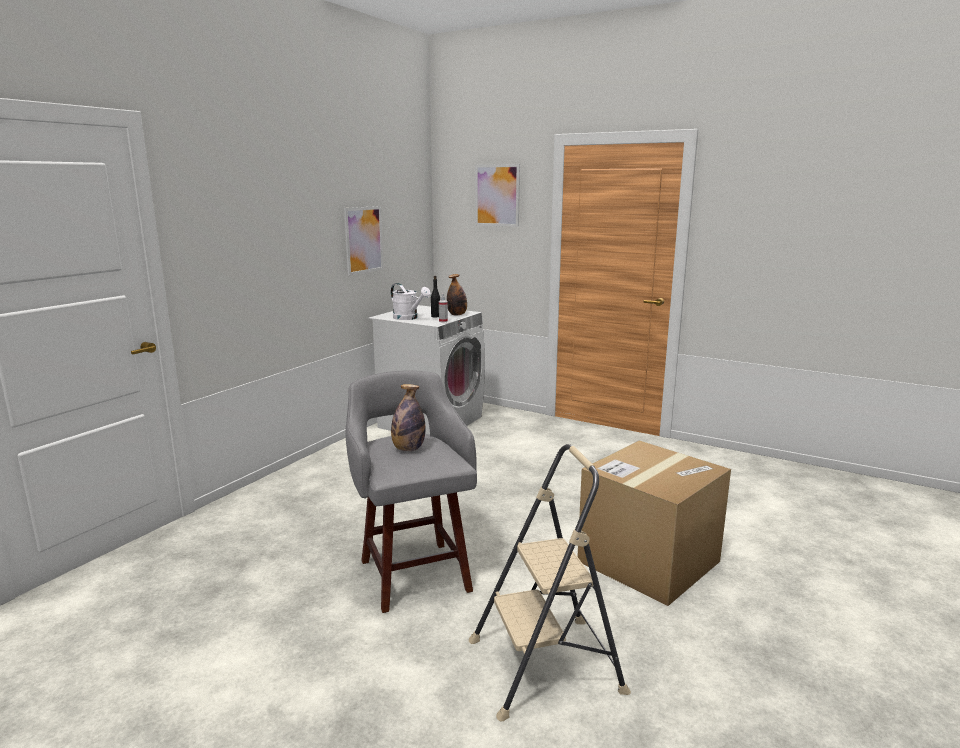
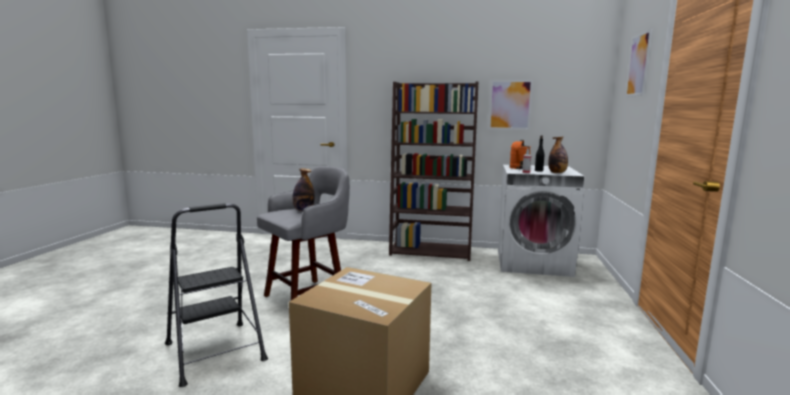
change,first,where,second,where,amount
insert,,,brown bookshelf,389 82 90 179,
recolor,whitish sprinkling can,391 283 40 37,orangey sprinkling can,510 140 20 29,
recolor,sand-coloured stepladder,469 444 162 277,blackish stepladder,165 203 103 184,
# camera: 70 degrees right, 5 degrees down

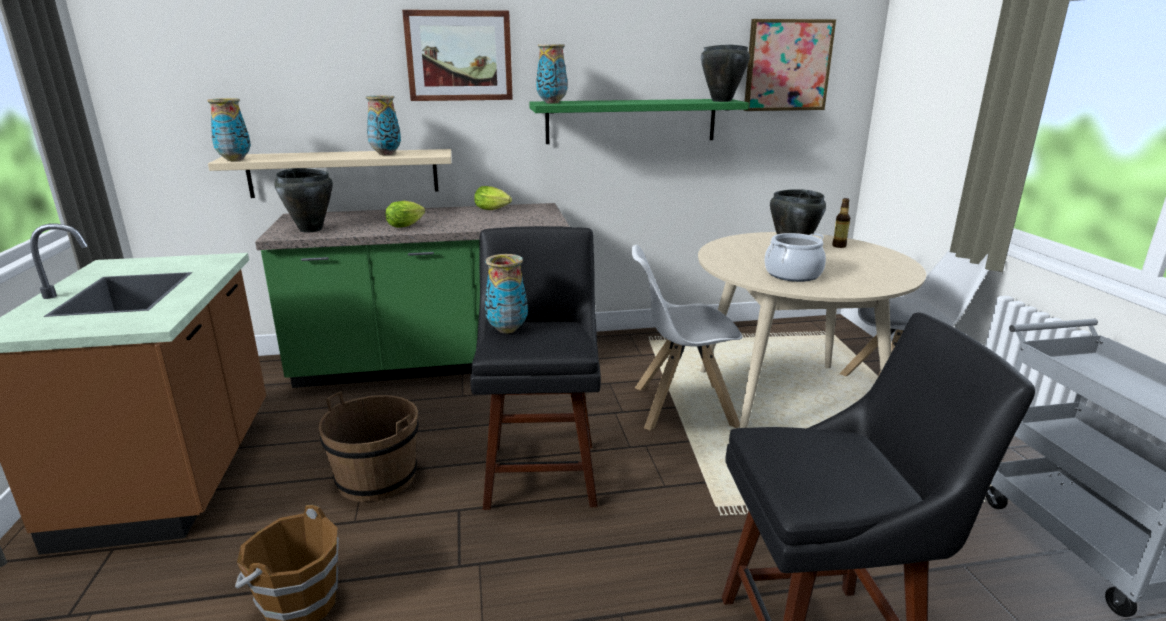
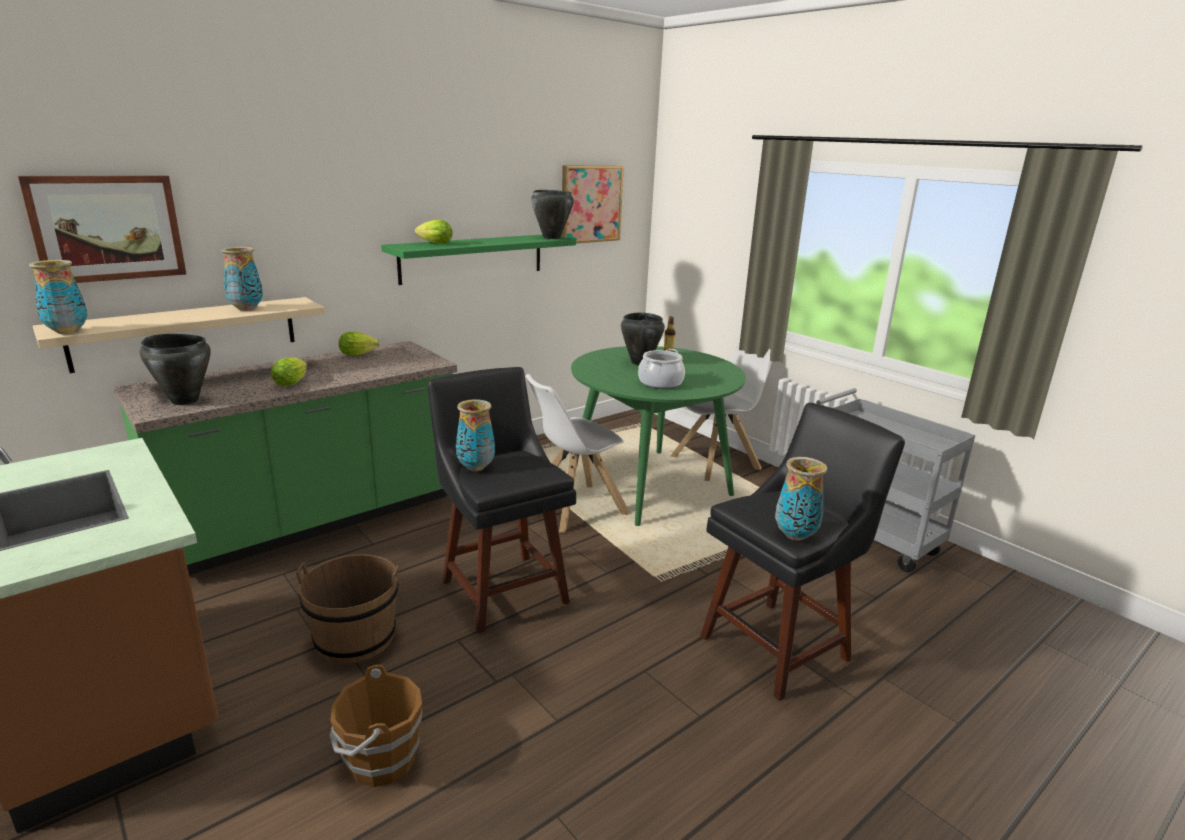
change,first,where,second,where,amount
insert,,,head of lettuce,415 220 37 24,
move,wall art,402 10 111 91,,18 176 168 107,
move,vase,536 44 31 59,,775 457 52 84,
recolor,sand-coloured dining table,698 232 228 196,green dining table,571 346 175 180,
# camera: 30 degrees left, 0 degrees up

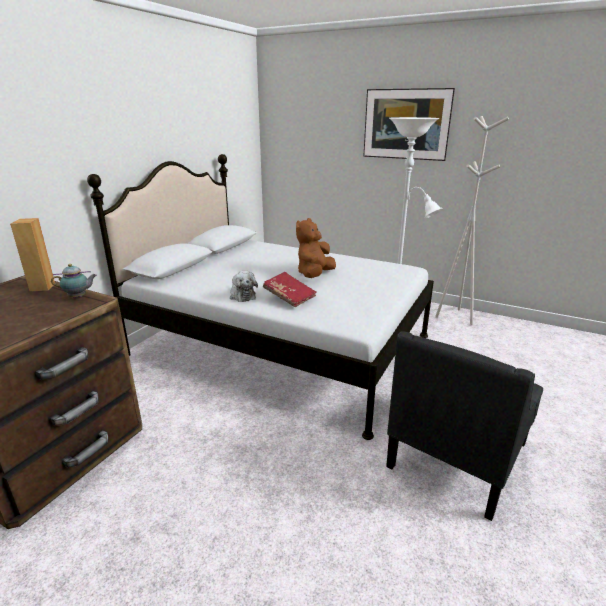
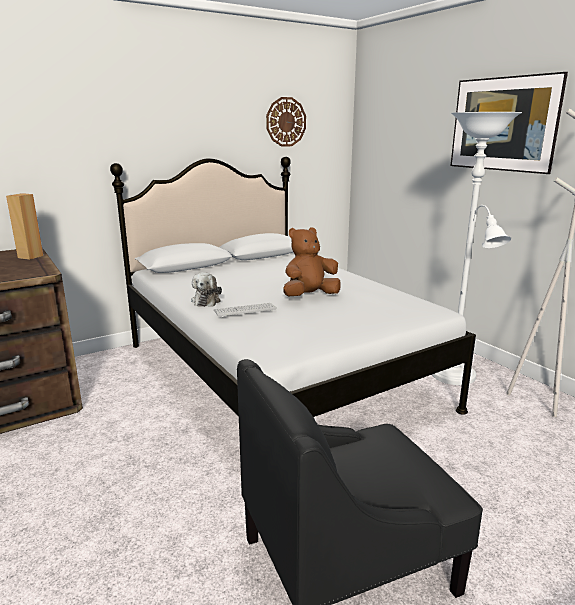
change,first,where,second,where,amount
delete,pot for tea,51 264 46 34,,,
insert,,,wall clock,266 97 40 50,
replace,red-coloured book,263 272 54 35,PC keyboard,214 303 63 14,
# camera: 30 degrees right, 5 degrees down

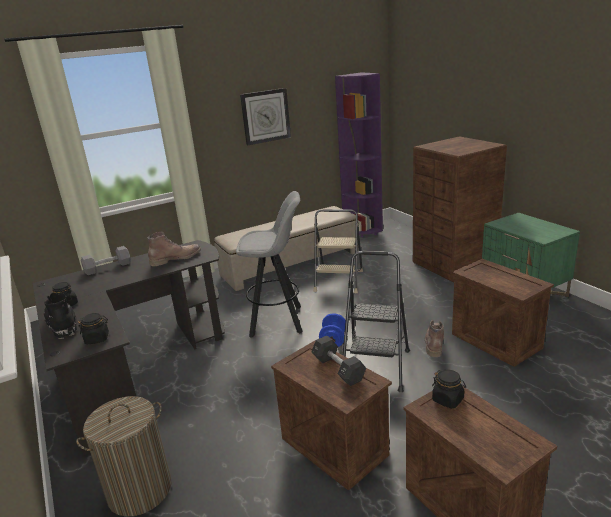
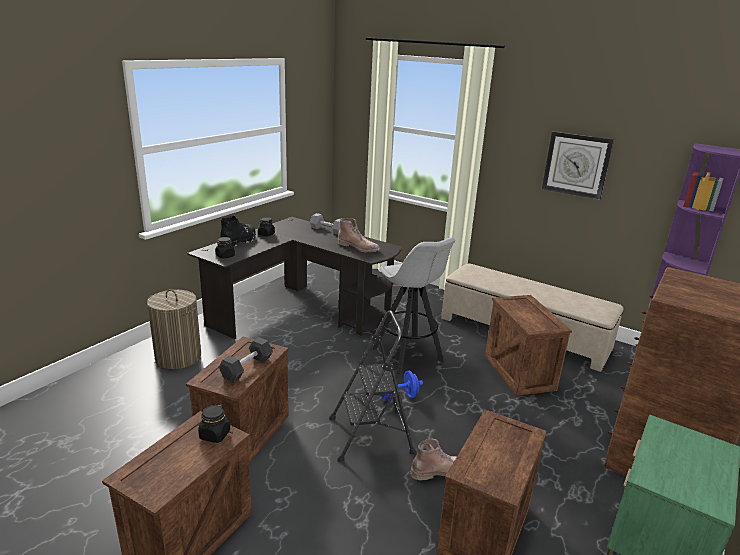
change,first,where,second,where,amount
replace,sand-coloured stepladder,313 210 50 83,shipping crate,485 295 87 101,
# camera: 60 degrees right, 0 degrees up

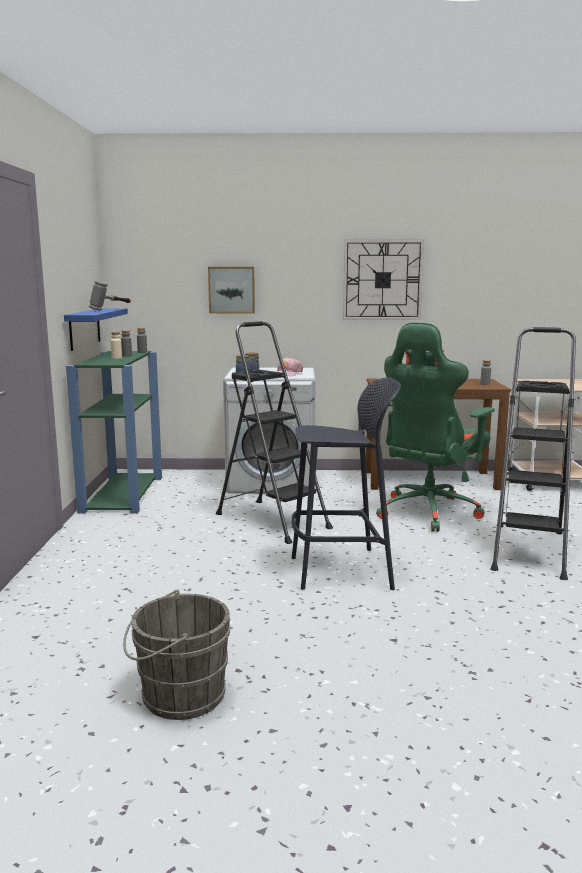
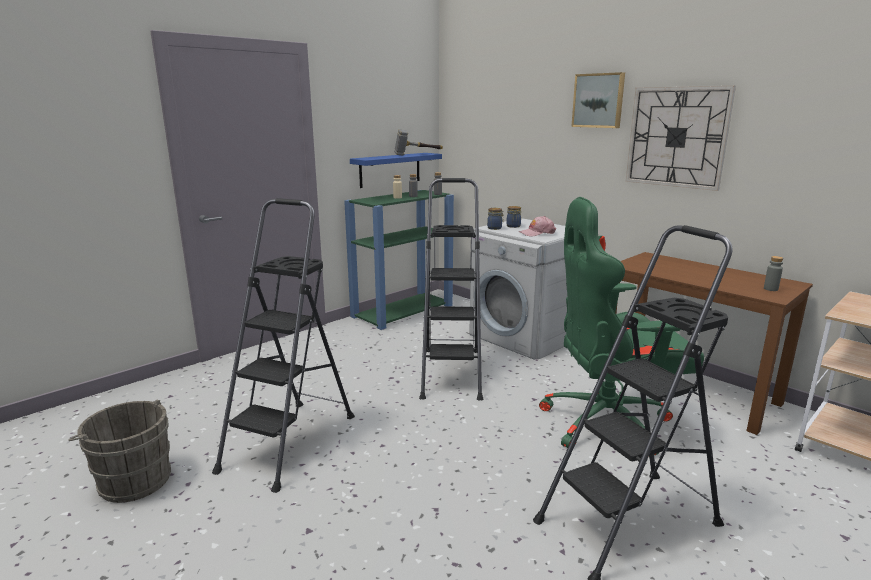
change,first,where,second,where,amount
delete,gray stool,292 377 109 213,,,
insert,,,stepladder,212 198 143 295,
move,wall art,208 267 47 46,,571 72 54 56,
# camera: 45 degrees right, 5 degrees up

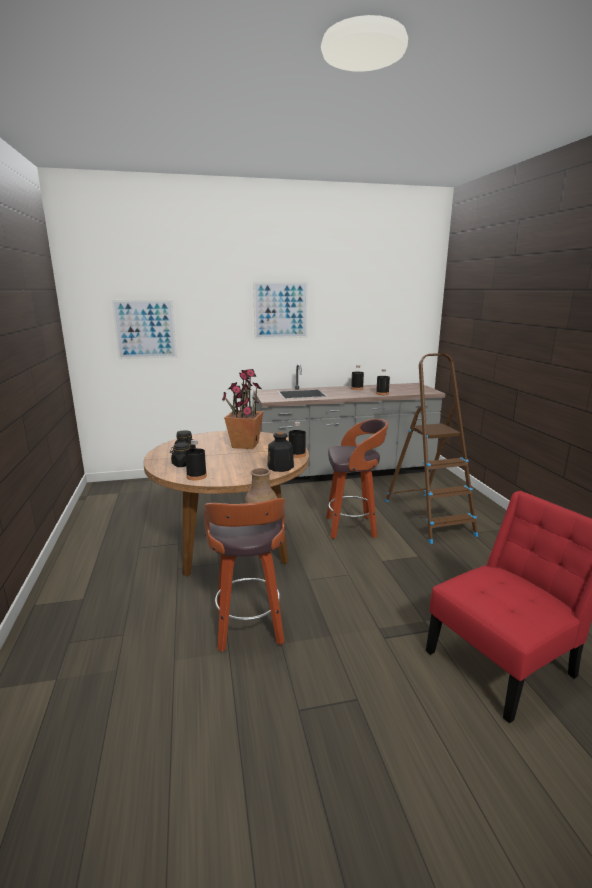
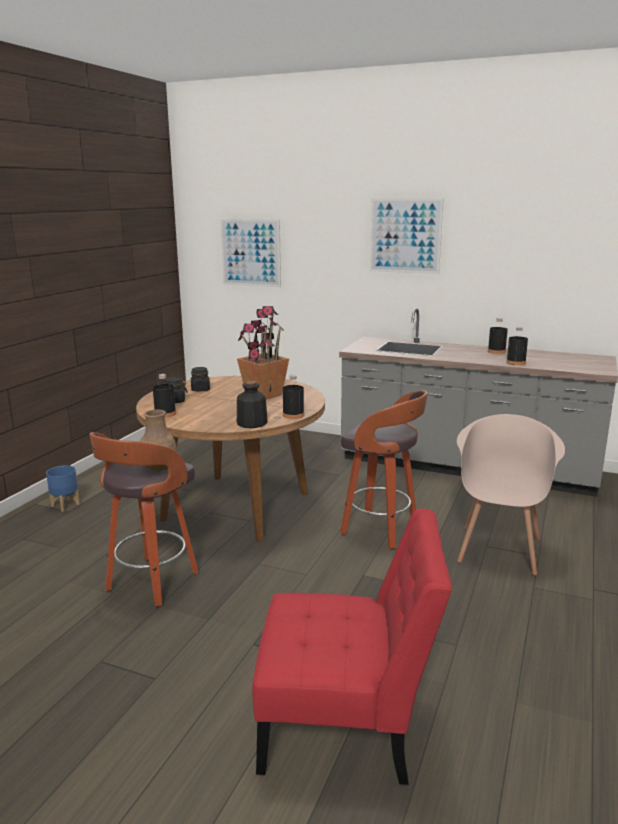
change,first,where,second,where,amount
insert,,,blue flower pot,46 465 34 47,
replace,brown stepladder,385 353 93 191,sand-coloured plain chair,457 414 108 161,
# camera: 35 degrees right, 0 degrees up

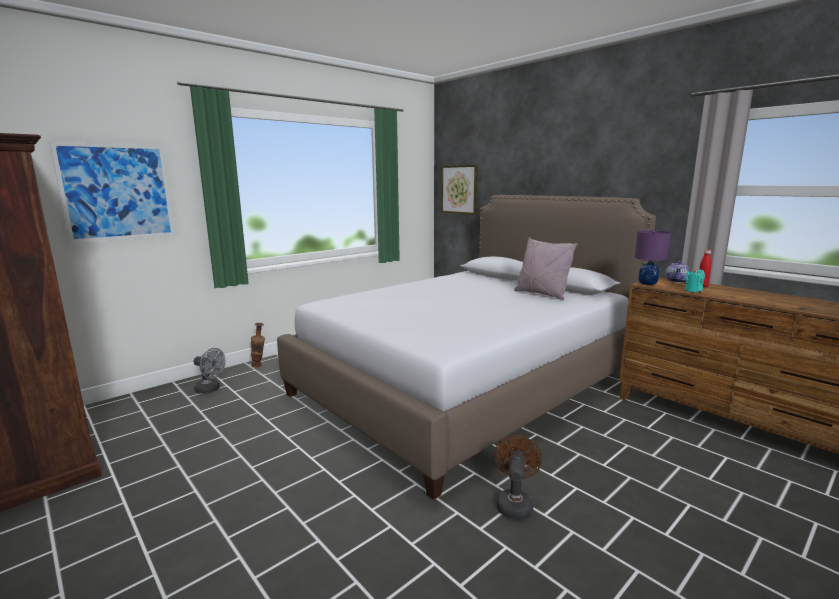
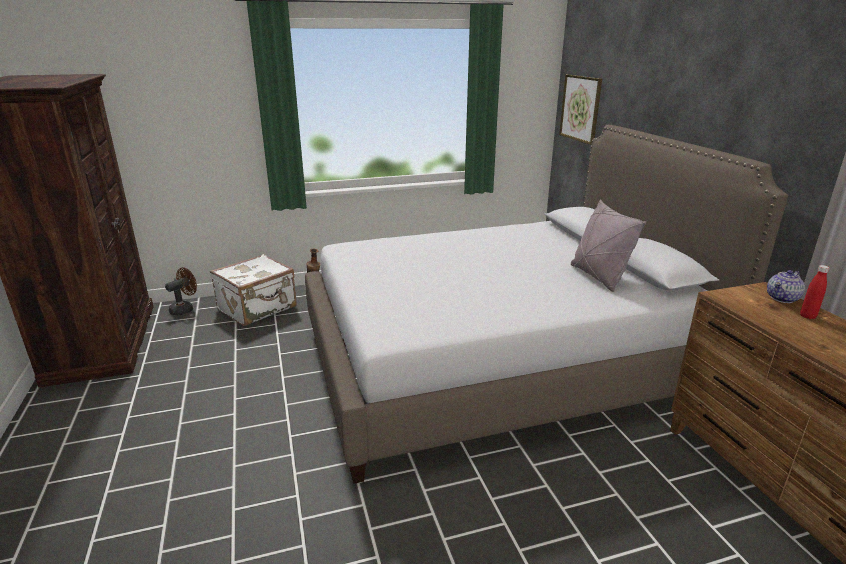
change,first,where,second,where,amount
delete,wall art,49 141 126 102,,,
delete,purplish tabletop lamp,635 230 36 55,,,
delete,turquoise-coloured wax candle,685 269 20 24,,,
move,brown electric fan,494 435 48 85,,165 267 32 49,
replace,gray electric fan,194 348 31 46,whitish suitcase,210 254 87 72,
# camera: 25 degrees right, 10 degrees up

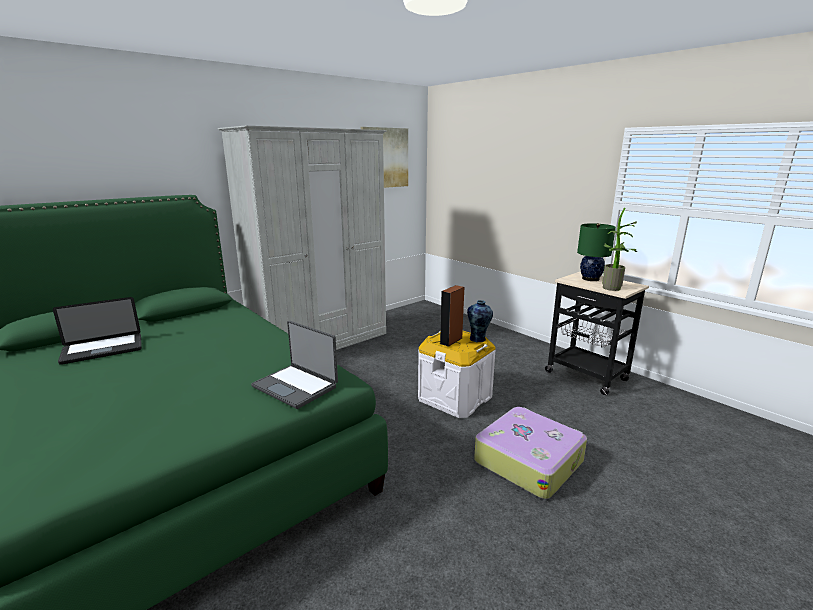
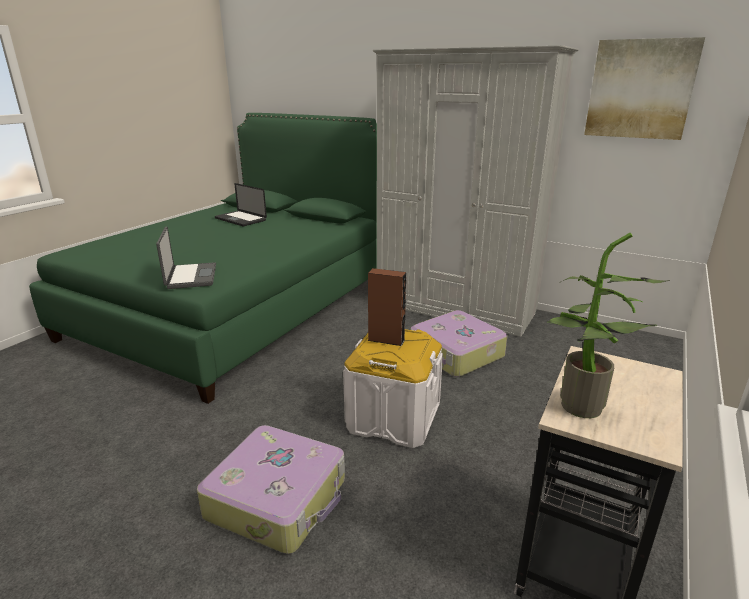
change,first,where,second,where,amount
delete,vase,467 300 26 42,,,
delete,green tabletop lamp,577 223 39 58,,,
insert,,,suitcase,410 310 98 67,
rotate,portable computer,251 321 87 88,,156 227 60 62,150 degrees clockwise
# camera: 70 degrees right, 5 degrees up

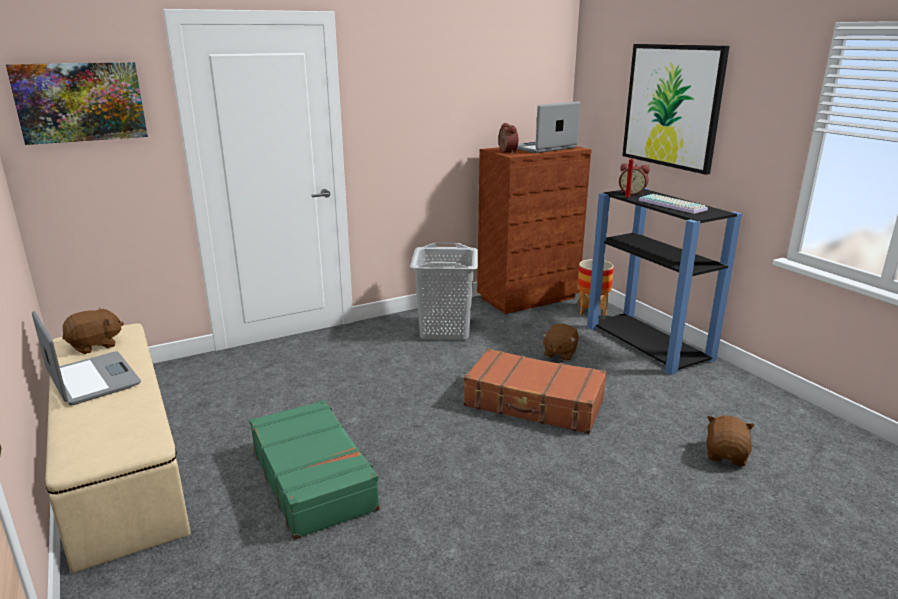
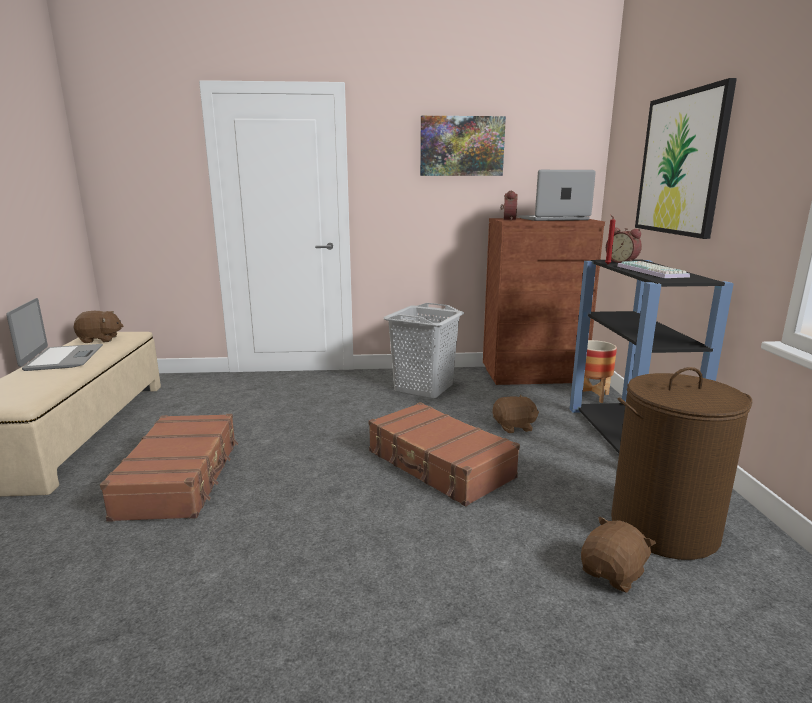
change,first,where,second,where,amount
insert,,,brown hamper,611 367 141 193,
move,wall art,6 62 142 83,,420 116 86 60,
recolor,green suitcase,249 400 131 140,brown suitcase,100 414 138 108,
rotate,brown plush toy,542 324 37 37,,492 395 47 38,150 degrees counterclockwise
# camera: 25 degrees right, 5 degrees down

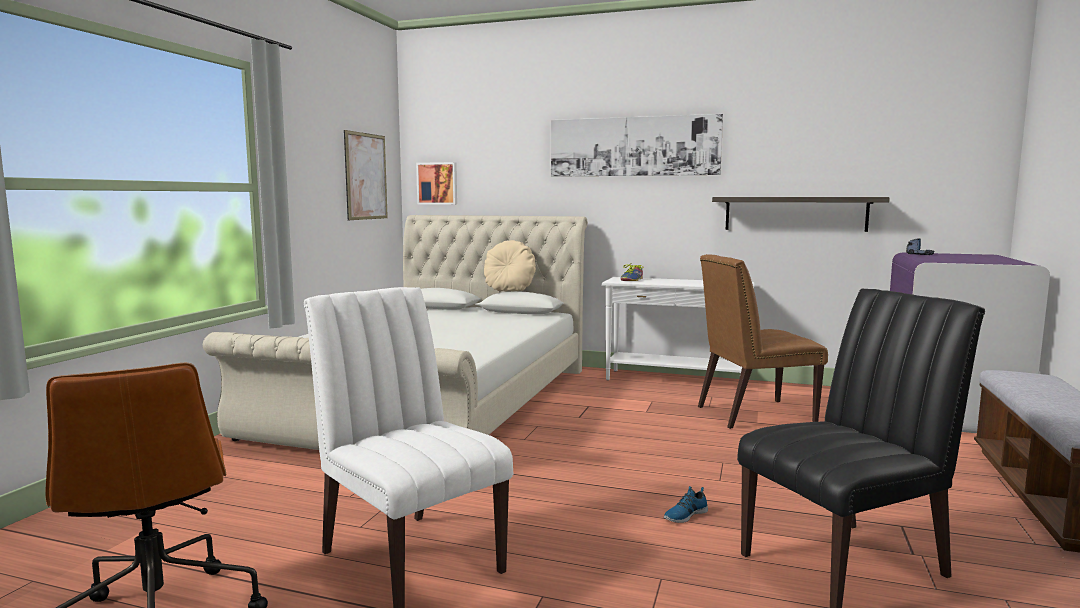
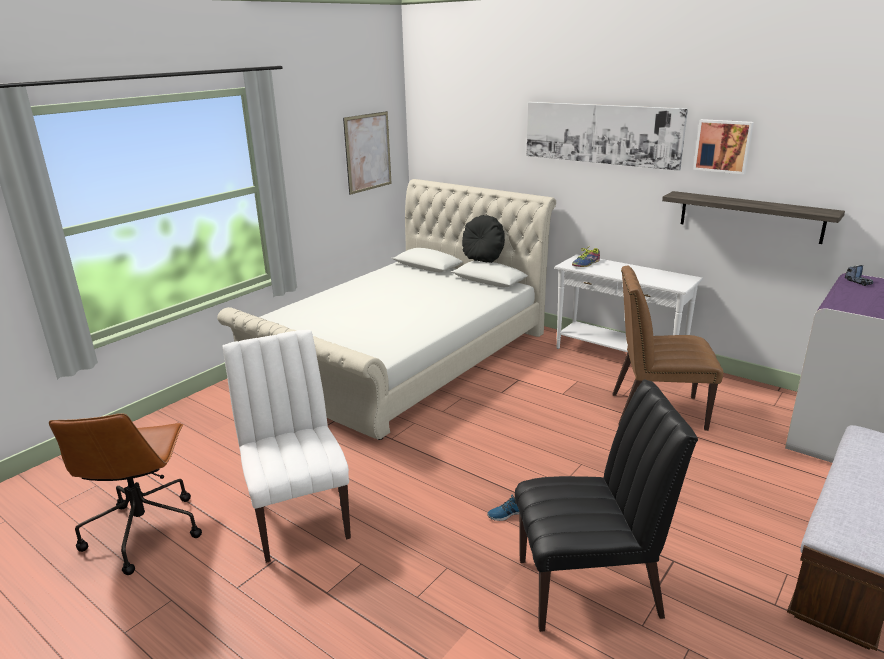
change,first,where,second,where,amount
move,wall art,416 162 41 43,,693 119 61 55,
recolor,sand-coloured throw pillow,484 240 52 51,blackish throw pillow,462 215 43 48,
# camera: 20 degrees right, 15 degrees up

